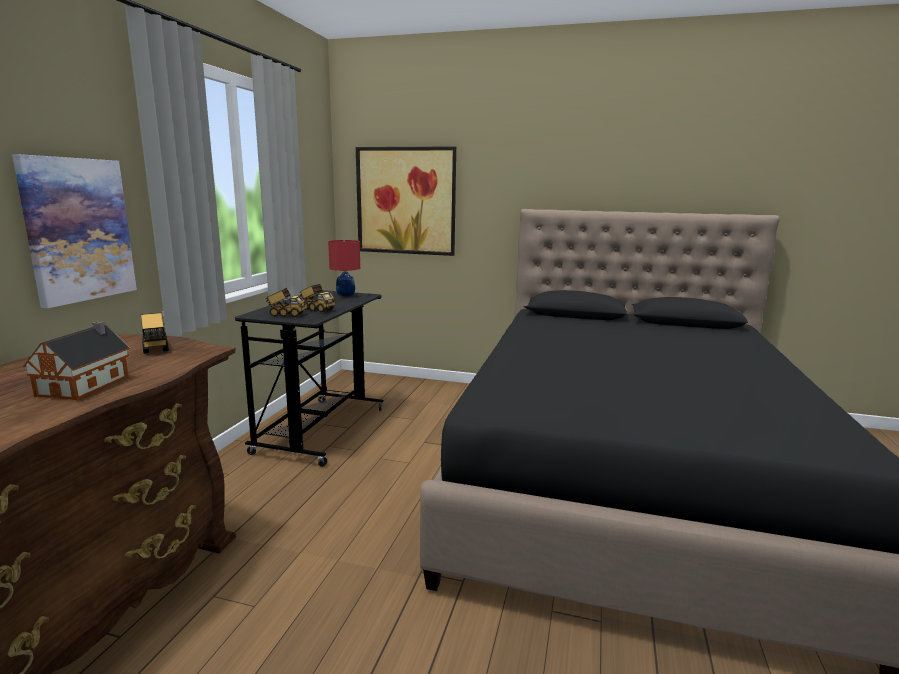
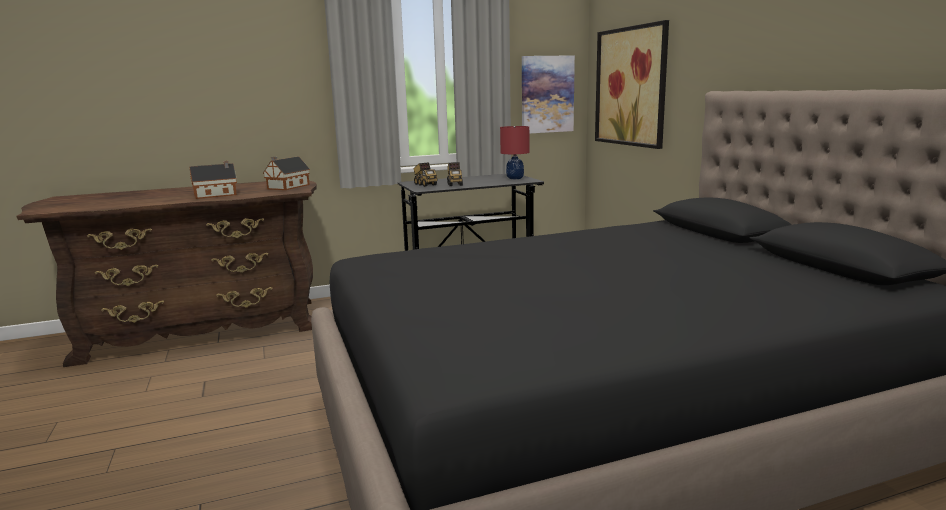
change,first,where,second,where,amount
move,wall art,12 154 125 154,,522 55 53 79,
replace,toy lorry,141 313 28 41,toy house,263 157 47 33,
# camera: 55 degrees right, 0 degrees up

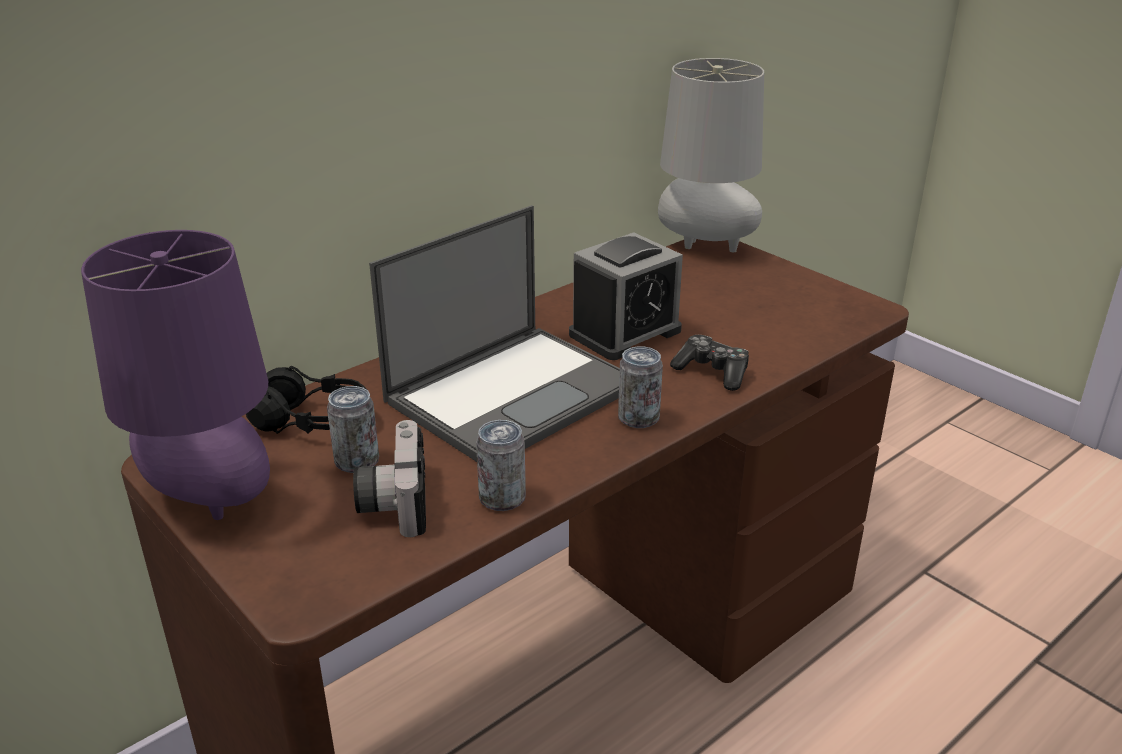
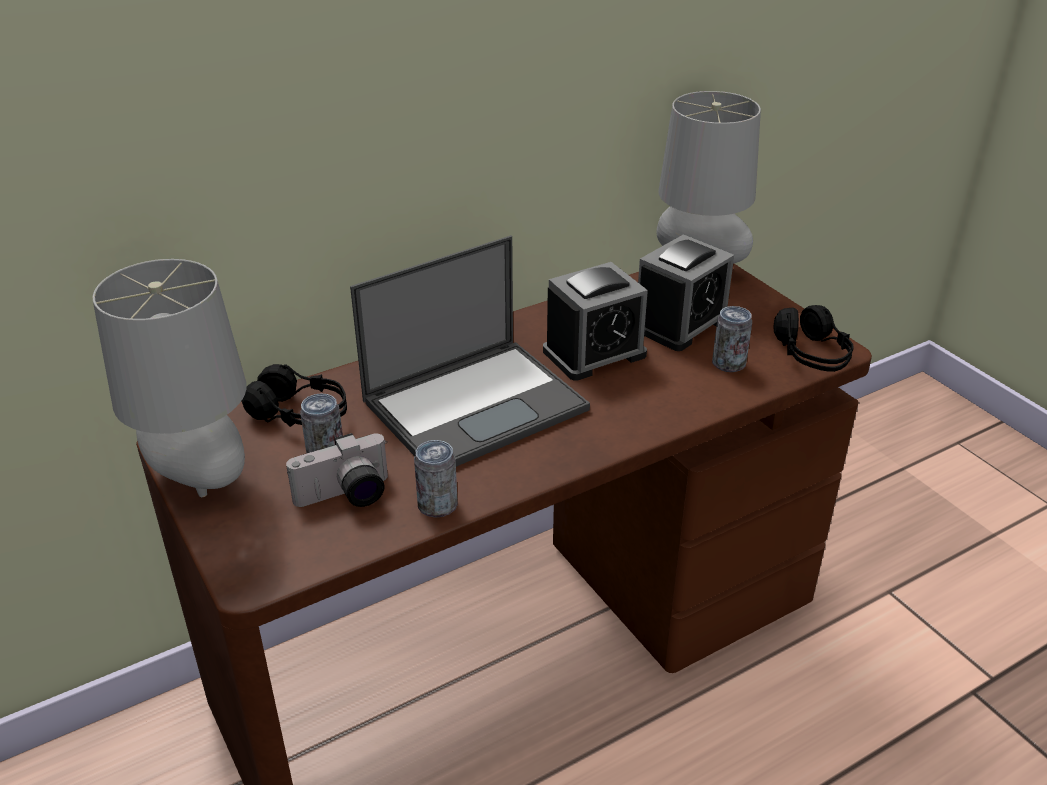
change,first,where,second,where,amount
delete,joypad,670 335 79 56,,,
insert,,,bedside clock,638 234 96 117,
insert,,,blackish headset,774 305 80 67,
move,can,618 347 45 81,,712 306 40 66,
recolor,purplish tabletop lamp,81 230 189 290,gray tabletop lamp,93 259 154 238,
rotate,still camera,353 420 73 117,,286 433 102 74,120 degrees counterclockwise
# camera: 10 degrees right, 5 degrees up

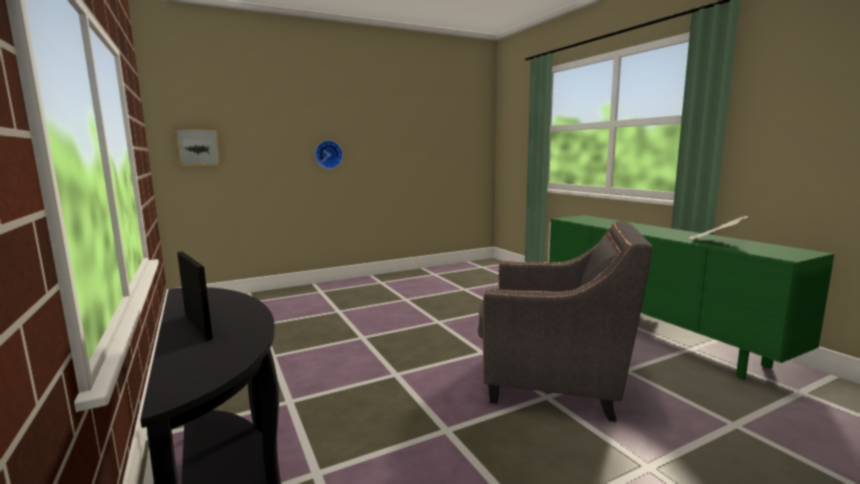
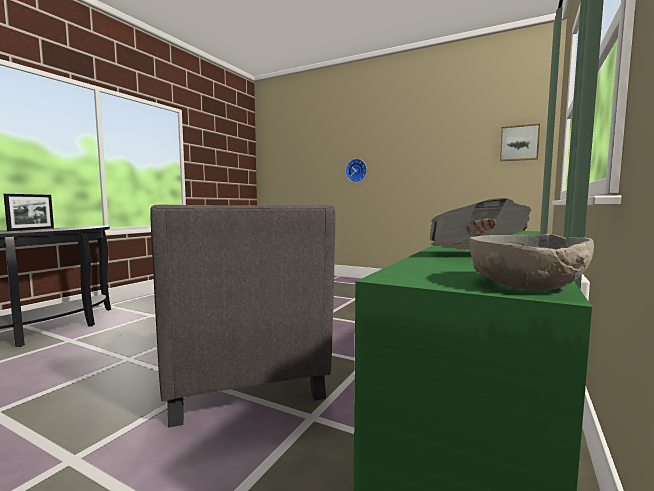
change,first,where,second,where,amount
insert,,,gray serving bowl,470 234 124 56,
move,wall art,175 127 46 39,,500 124 40 37,
# camera: 55 degrees right, 5 degrees down

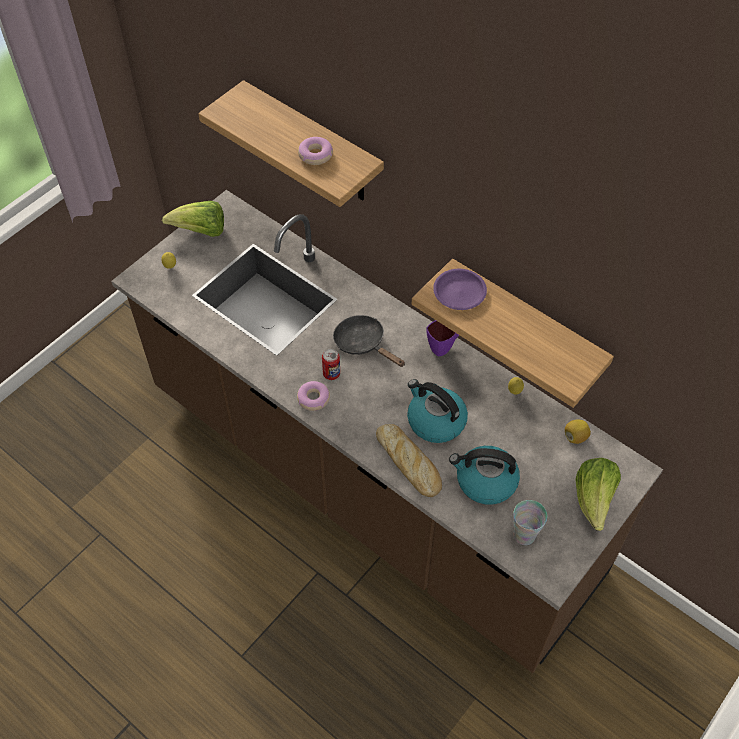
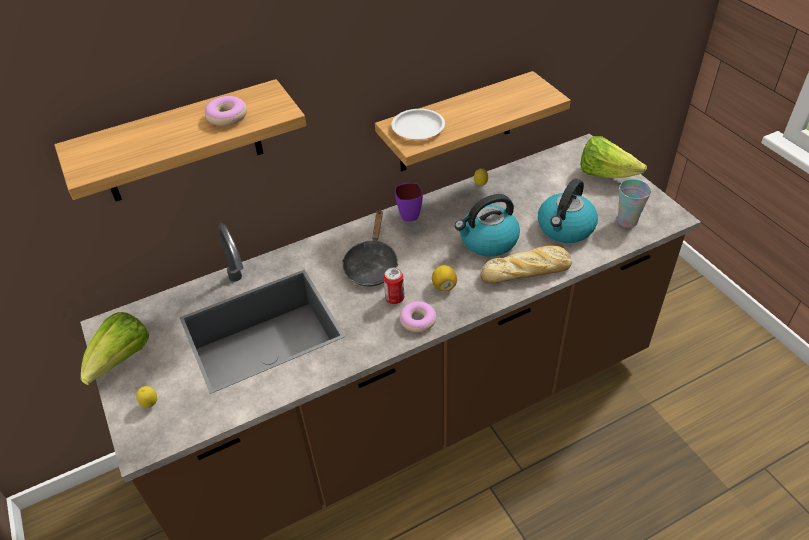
change,first,where,second,where,amount
move,whole lemon,565 419 26 25,,432 265 25 26,
recolor,purplish dinner plate,433 269 54 41,whitish dinner plate,391 109 54 30,
rotate,blackish pan,333 315 72 52,,342 210 56 76,60 degrees counterclockwise
# camera: 65 degrees left, 10 degrees down

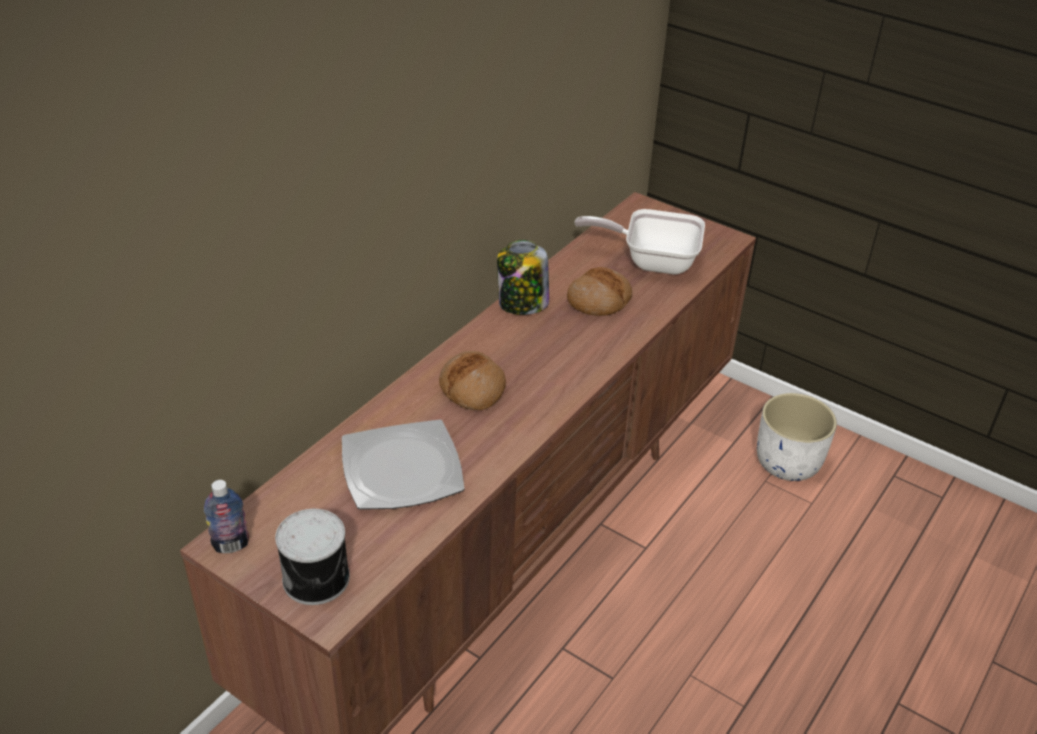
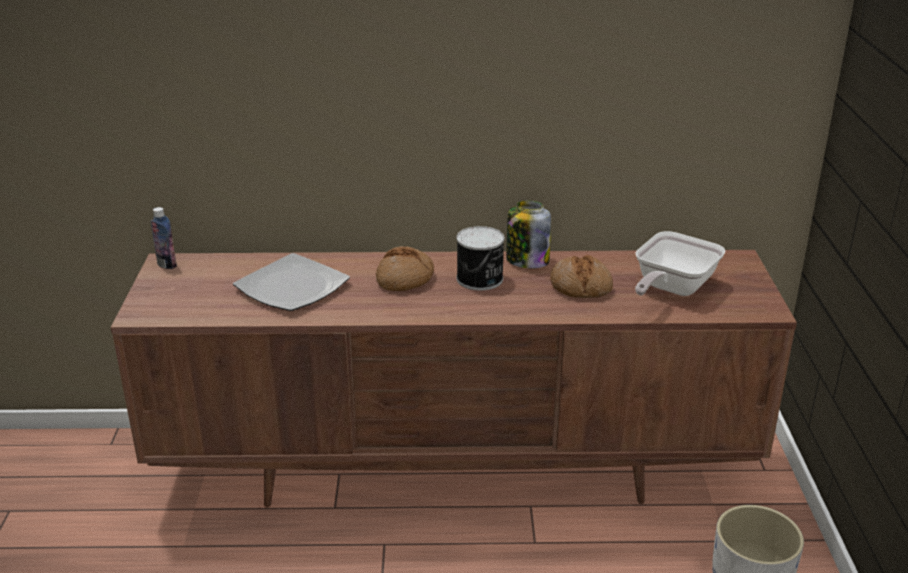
change,first,where,second,where,amount
move,can,275 509 75 96,,456 226 48 64,
rotate,pan,574 209 131 66,,635 231 91 65,120 degrees counterclockwise
# camera: 55 degrees right, 10 degrees down

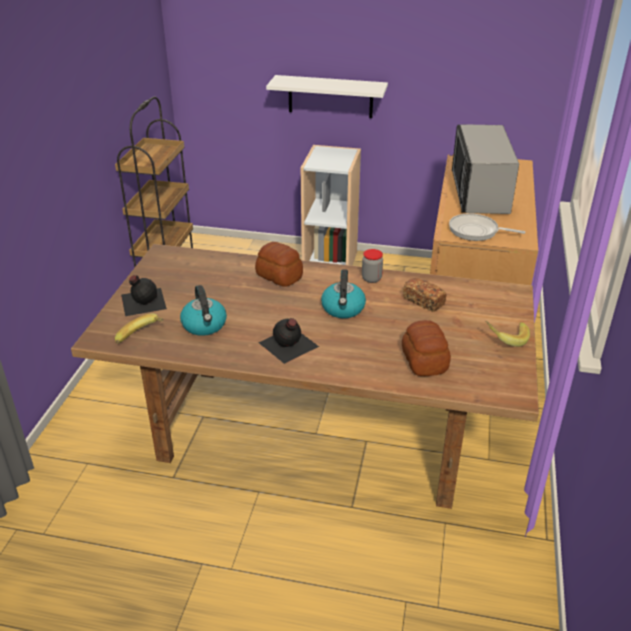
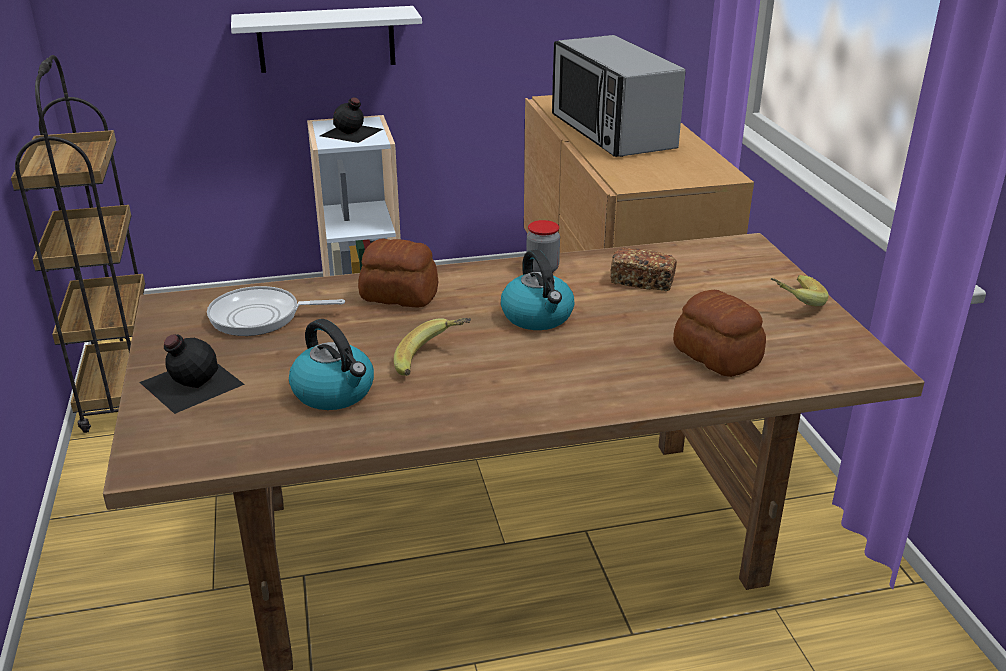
change,first,where,second,where,amount
move,whole banana,115 314 49 30,,394 318 77 58,
move,blackish bottle,259 318 60 46,,320 97 63 46,
move,pan,449 213 76 28,,207 286 138 50,
# camera: 25 degrees left, 5 degrees down

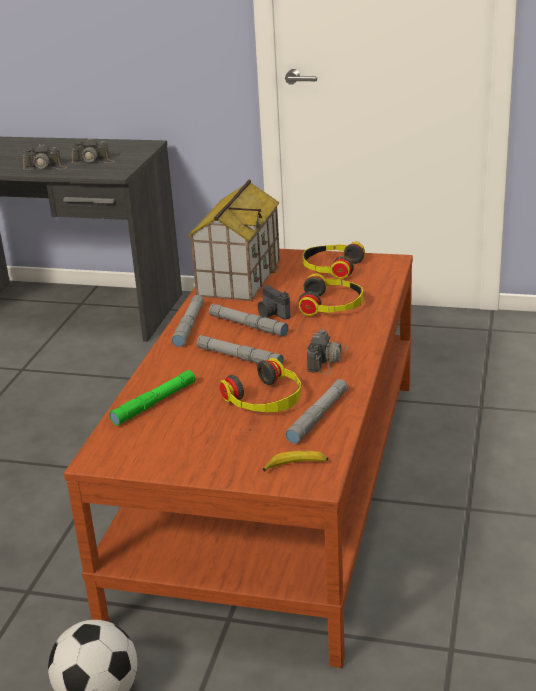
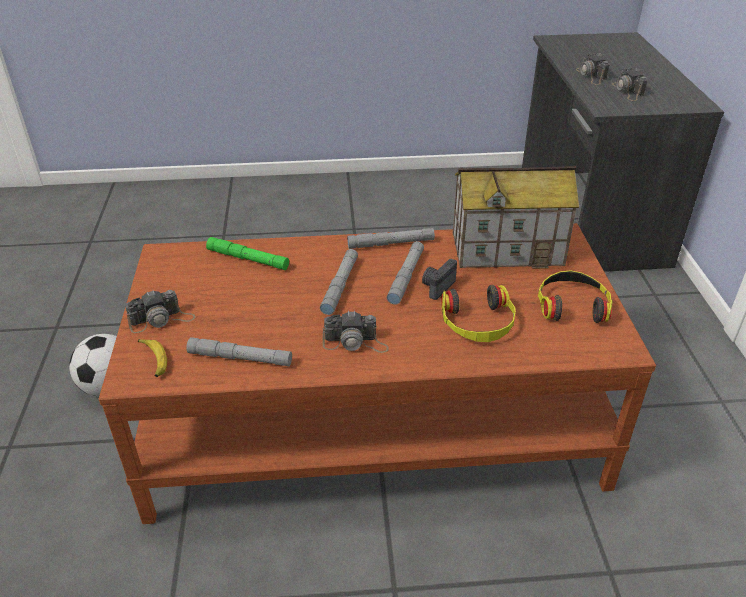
change,first,where,second,where,amount
delete,headset,220 358 81 54,,,
insert,,,still camera,125 290 70 43,
# camera: 70 degrees right, 10 degrees up

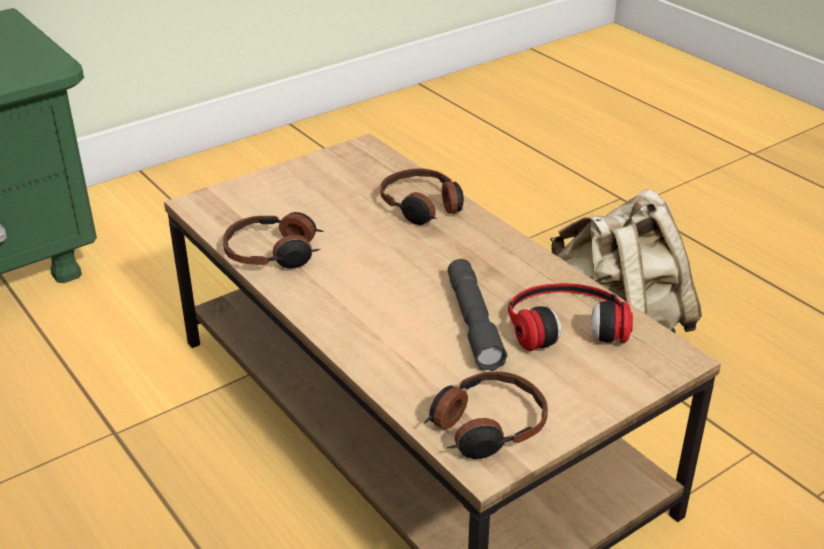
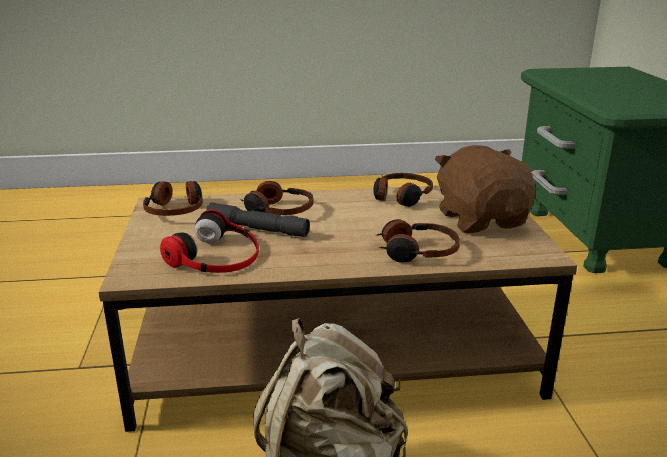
change,first,where,second,where,amount
insert,,,headset,240 181 73 34,
insert,,,brown plush toy,435 145 100 88,
# camera: 120 degrees right, 10 degrees down

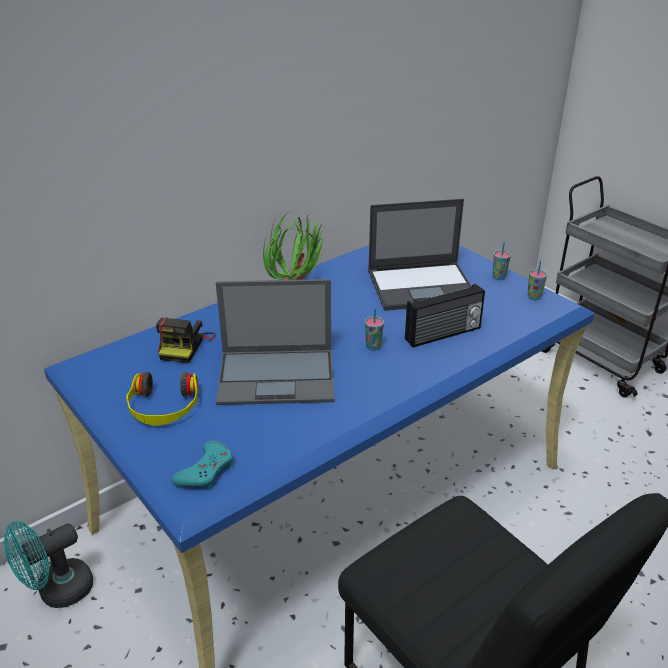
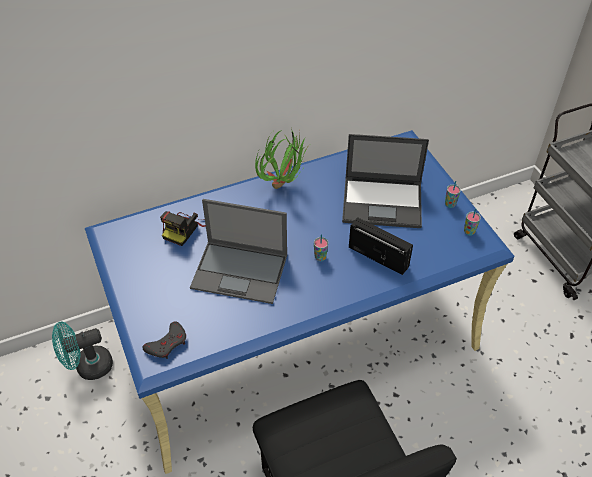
change,first,where,second,where,amount
delete,headset,127 372 71 54,,,
recolor,turquoise-coloured joypad,171 441 62 47,gray joypad,142 321 44 38,
rotate,radio receiver,405 284 80 64,,349 217 64 58,135 degrees counterclockwise
# camera: 15 degrees right, 15 degrees up

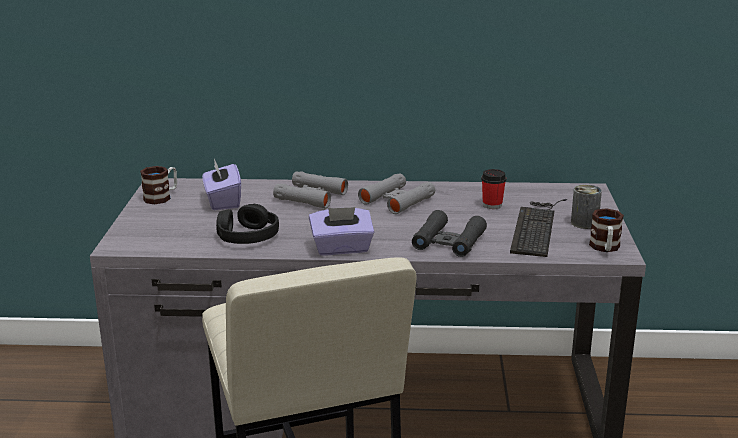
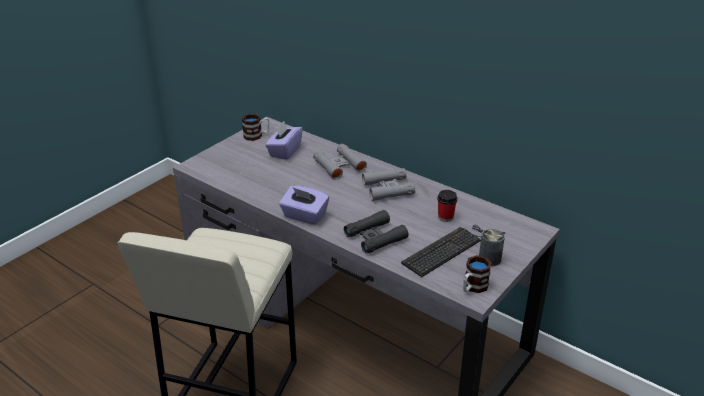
change,first,where,second,where,amount
delete,blackish headset,216 204 63 40,,,
# camera: 35 degrees right, 10 degrees up

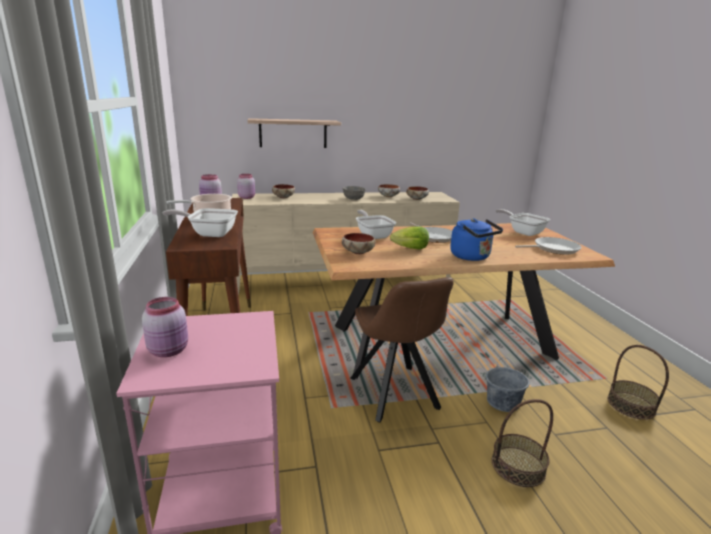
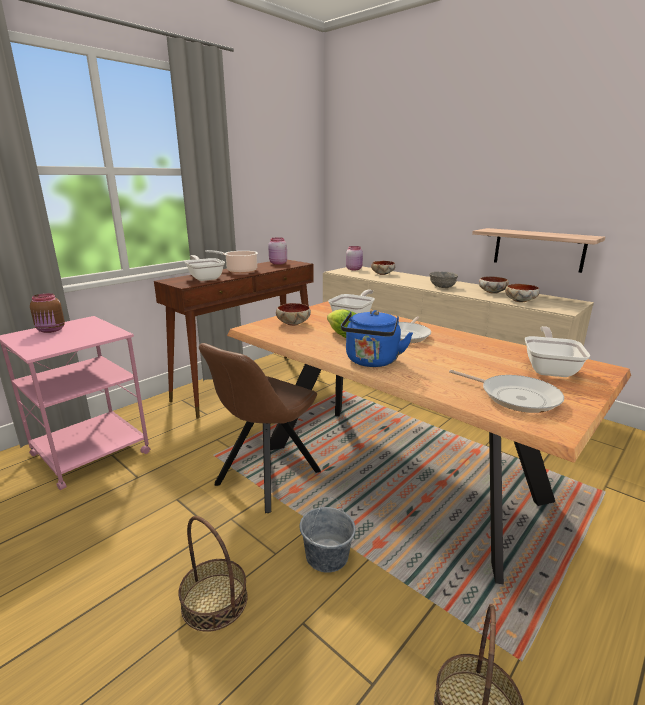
change,first,where,second,where,amount
move,wall shelf,248 118 93 30,,472 228 133 45,
recolor,pinkish jar,142 297 46 60,brown jar,30 293 35 40,
# camera: 55 degrees right, 0 degrees up

